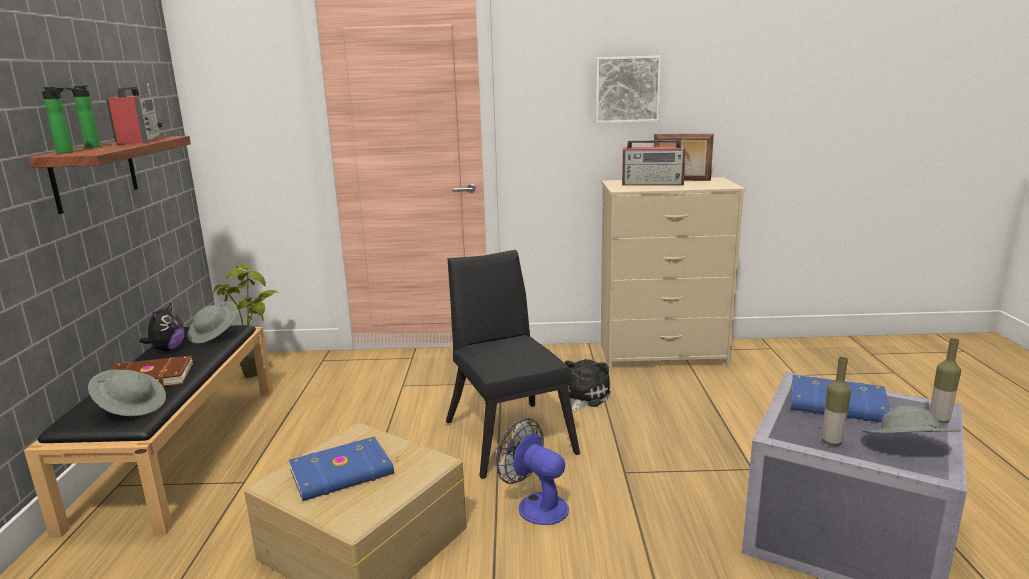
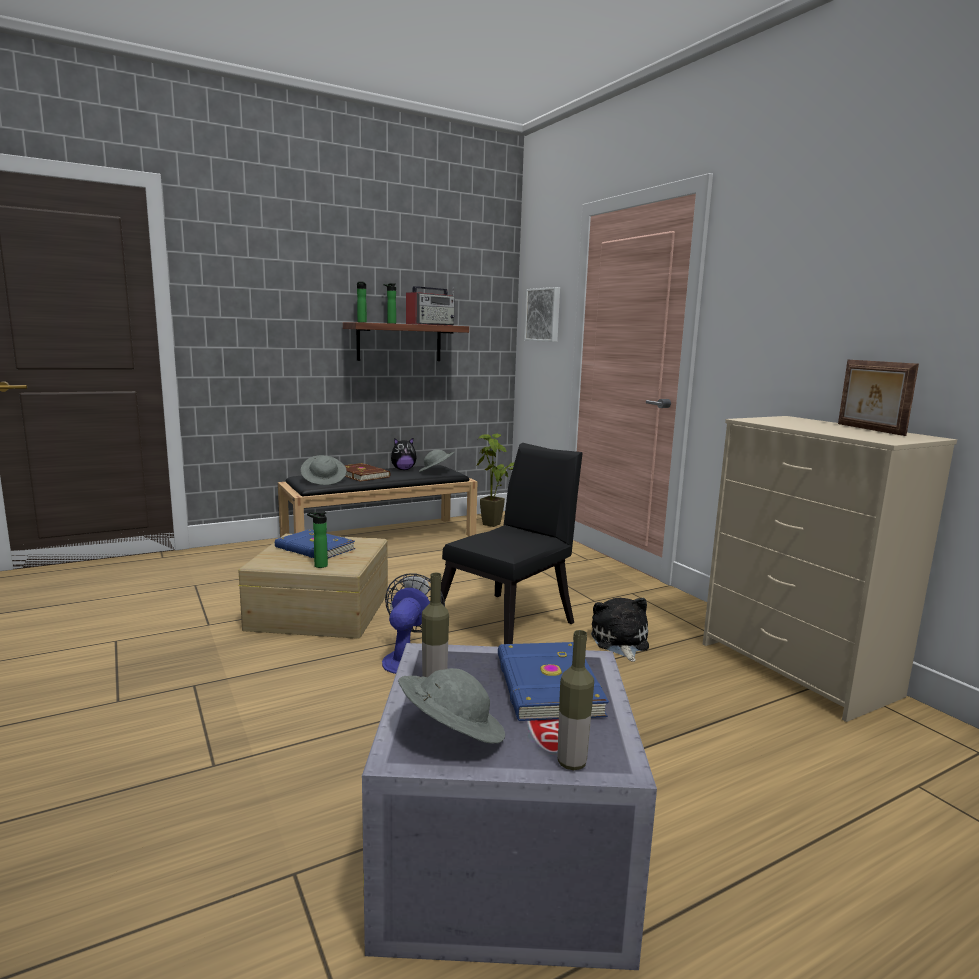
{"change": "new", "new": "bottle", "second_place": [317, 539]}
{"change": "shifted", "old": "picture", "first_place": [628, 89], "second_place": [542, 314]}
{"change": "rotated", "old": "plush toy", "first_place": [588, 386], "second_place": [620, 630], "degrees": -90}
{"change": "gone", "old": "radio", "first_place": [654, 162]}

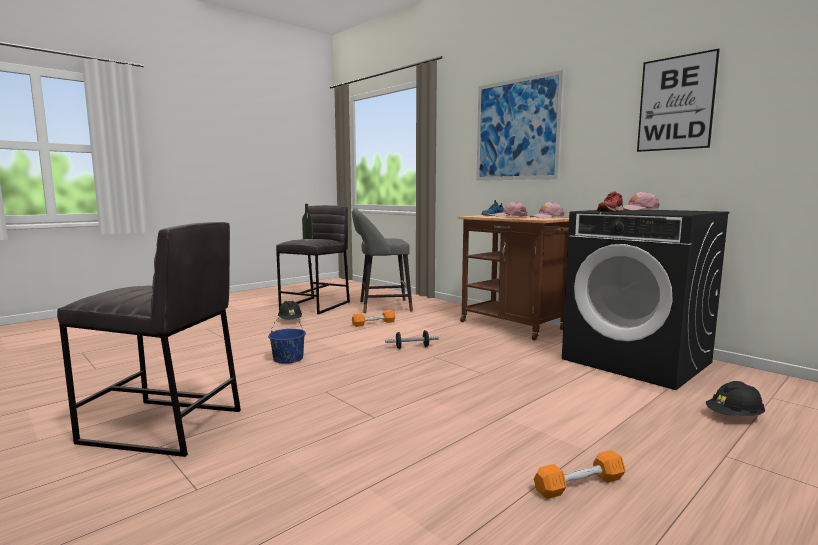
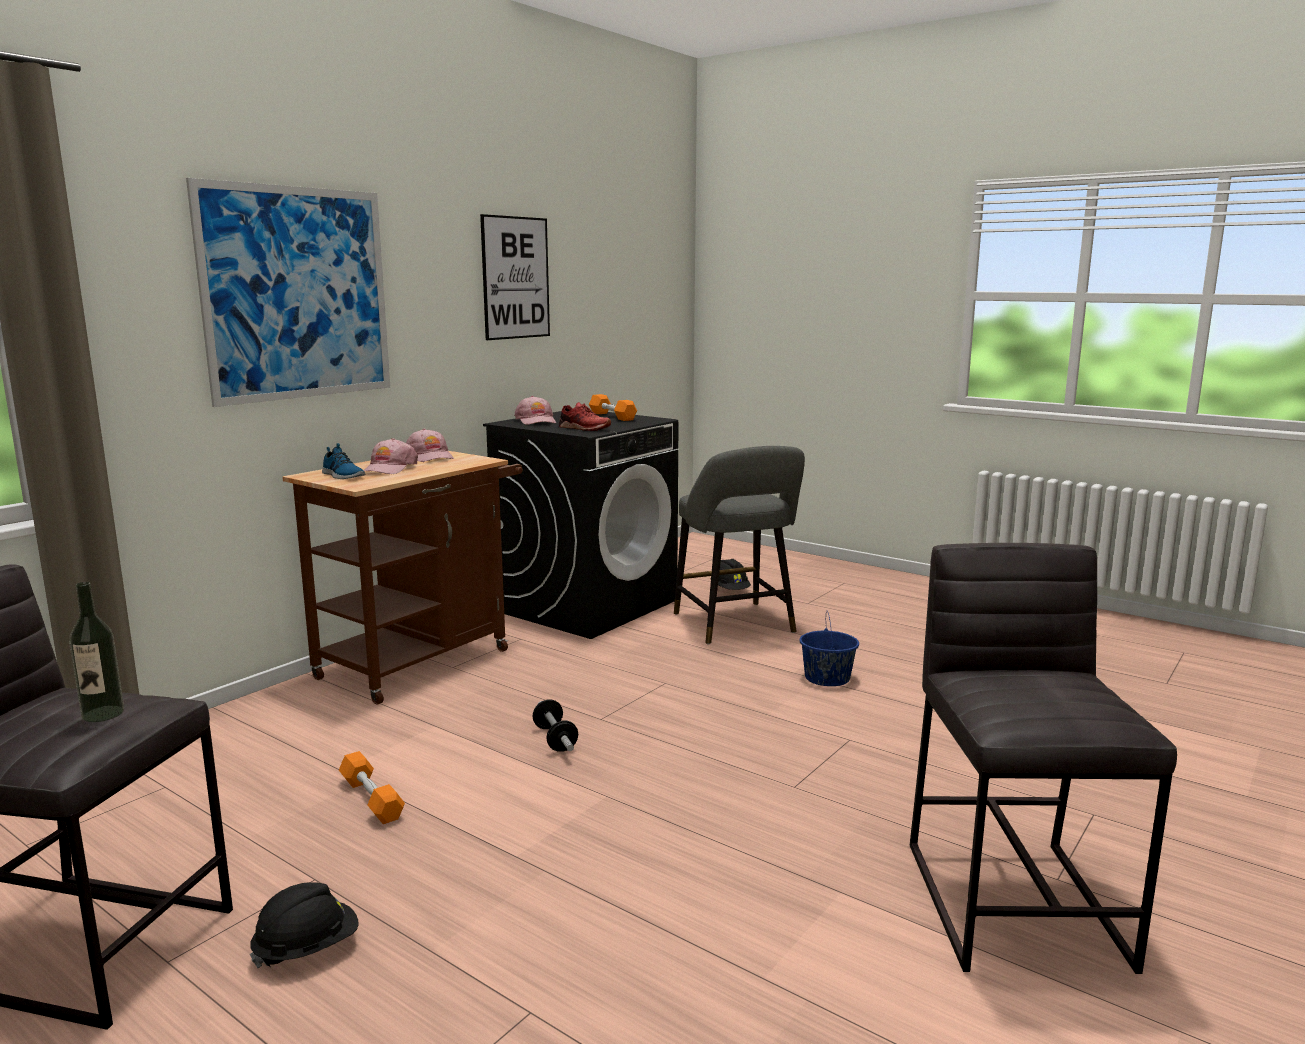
{"change": "shifted", "old": "orange dumbbell", "first_place": [580, 474], "second_place": [613, 407]}
{"change": "shifted", "old": "grey stool", "first_place": [382, 261], "second_place": [739, 545]}
{"change": "shifted", "old": "blue bucket", "first_place": [287, 339], "second_place": [829, 648]}

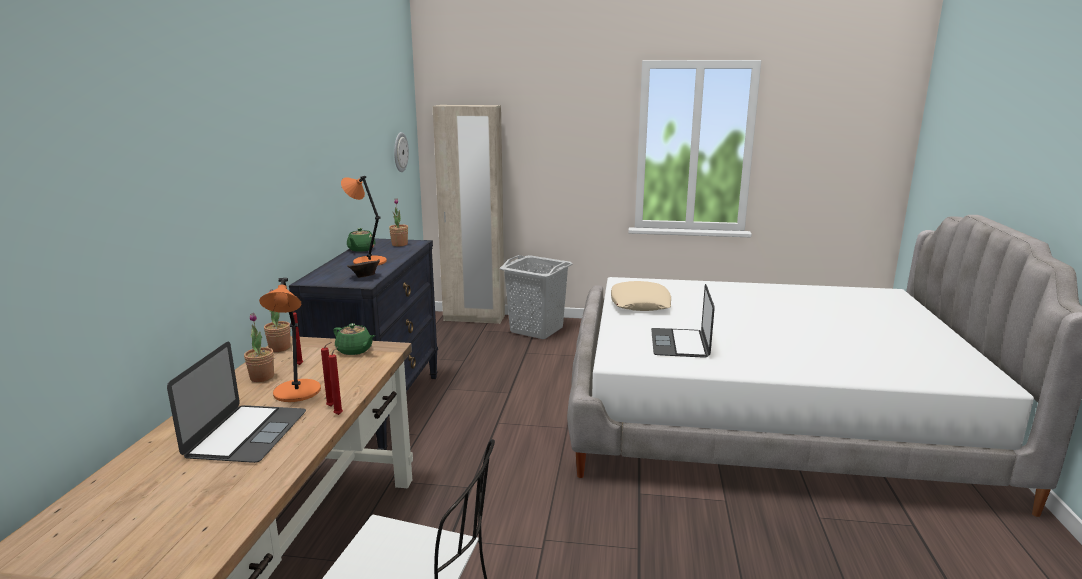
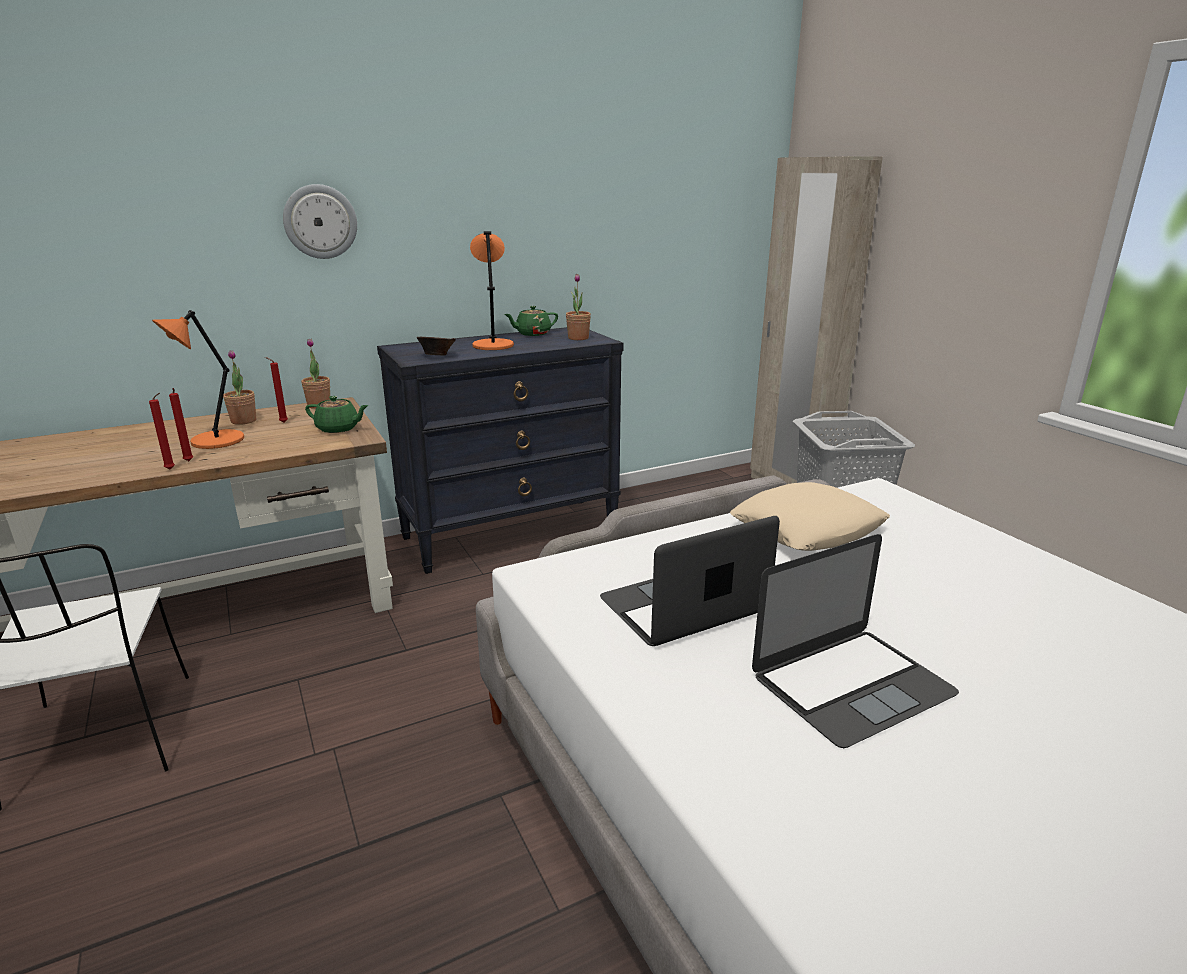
{"change": "shifted", "old": "wall clock", "first_place": [401, 152], "second_place": [320, 221]}
{"change": "rotated", "old": "green teapot", "first_place": [354, 339], "second_place": [336, 414], "degrees": -75}
{"change": "shifted", "old": "laptop", "first_place": [236, 402], "second_place": [855, 641]}

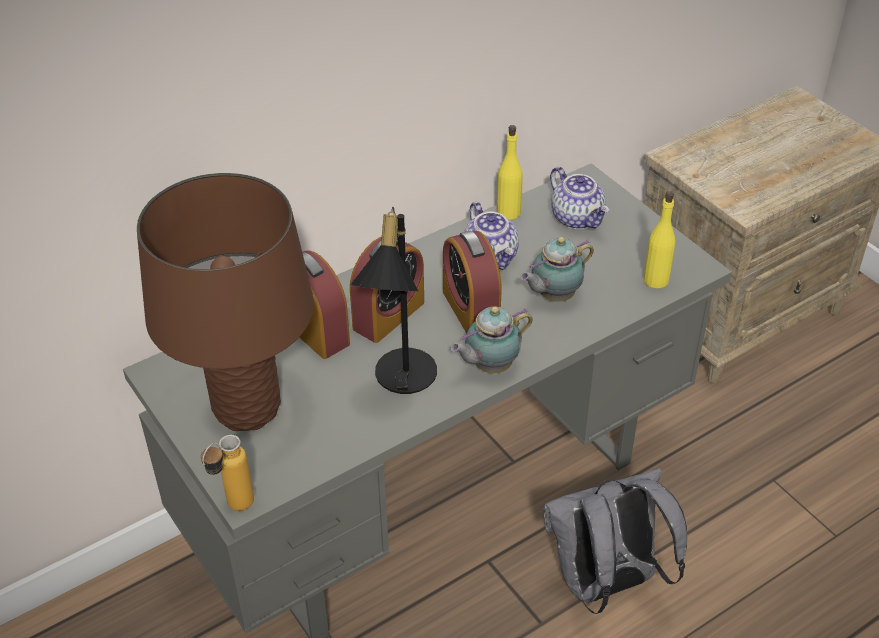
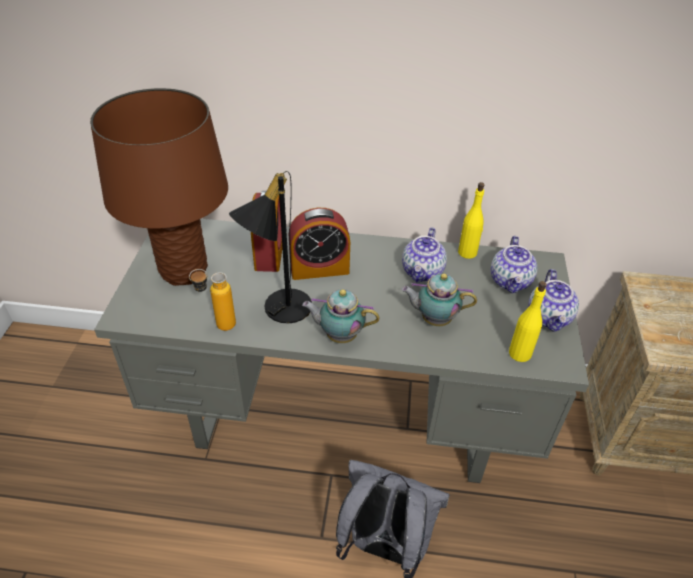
{"change": "shifted", "old": "bottle", "first_place": [227, 473], "second_place": [212, 300]}
{"change": "new", "new": "teapot", "second_place": [553, 300]}
{"change": "gone", "old": "alarm clock", "first_place": [472, 281]}

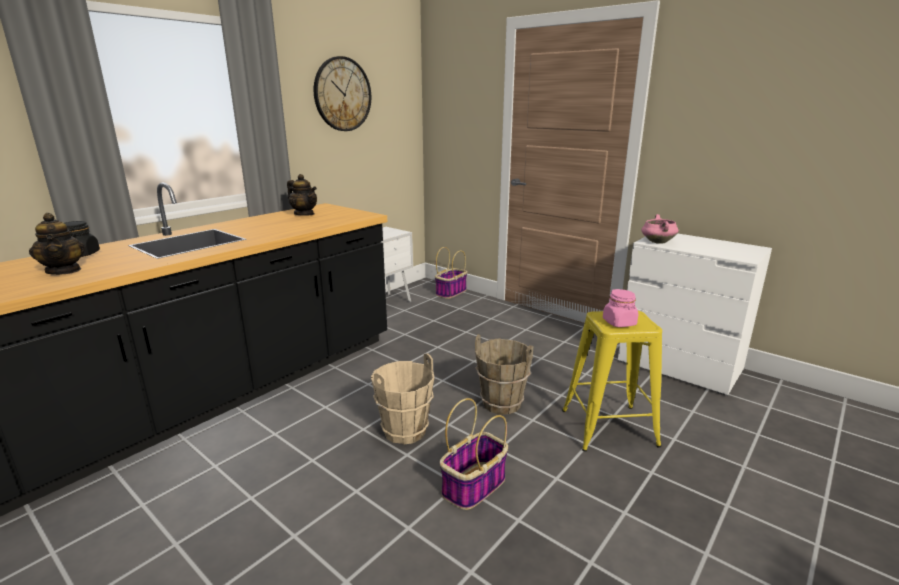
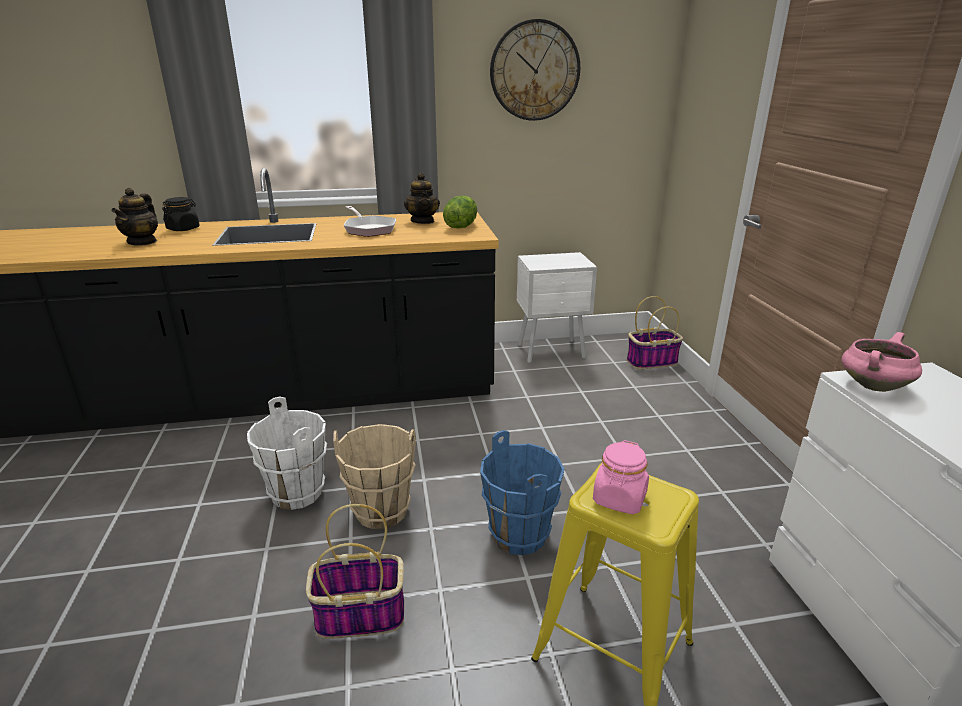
{"change": "new", "new": "white bucket", "second_place": [287, 453]}
{"change": "new", "new": "frying pan", "second_place": [370, 221]}
{"change": "new", "new": "lettuce", "second_place": [460, 212]}
{"change": "repainted", "old": "brown bucket", "new": "blue bucket", "first_place": [504, 374], "second_place": [522, 492]}

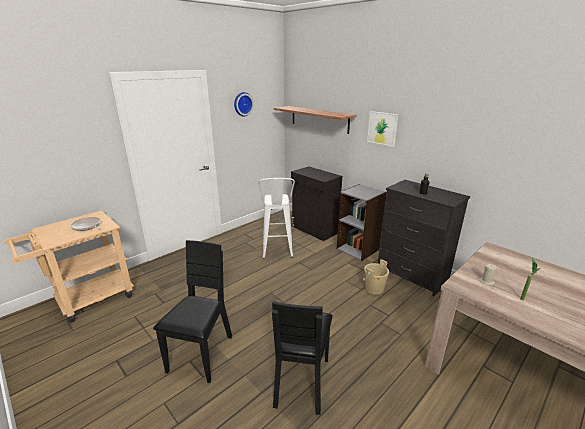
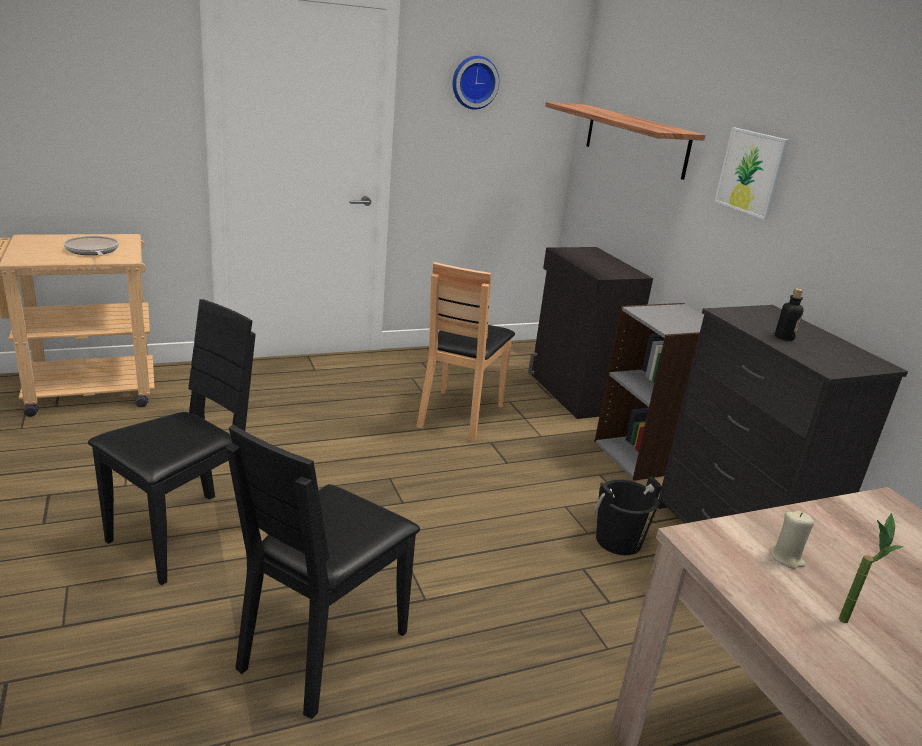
{"change": "swapped", "old": "white stool", "new": "brown chair", "first_place": [276, 218], "second_place": [465, 352]}
{"change": "repainted", "old": "beige bucket", "new": "black bucket", "first_place": [376, 277], "second_place": [628, 515]}

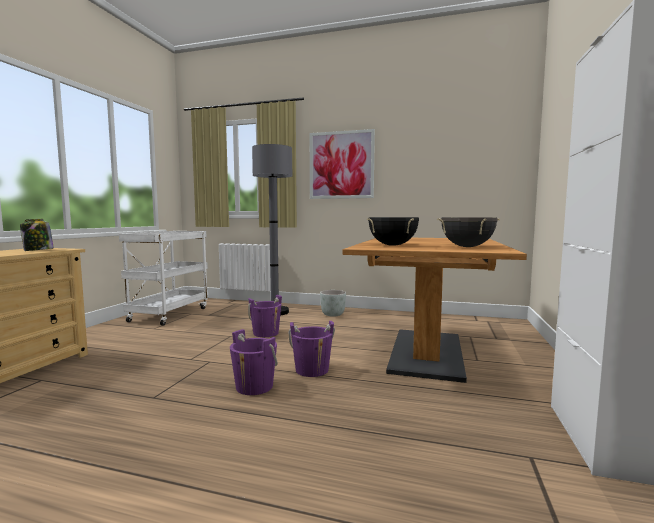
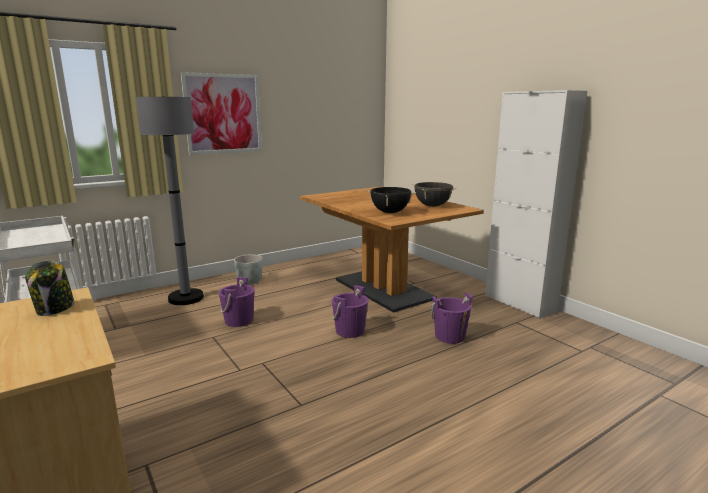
{"change": "shifted", "old": "purple bucket", "first_place": [254, 362], "second_place": [452, 318]}

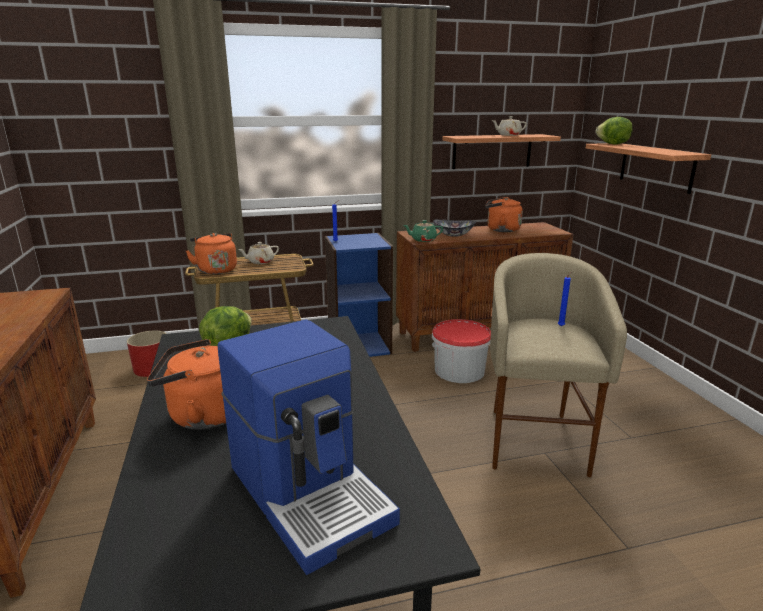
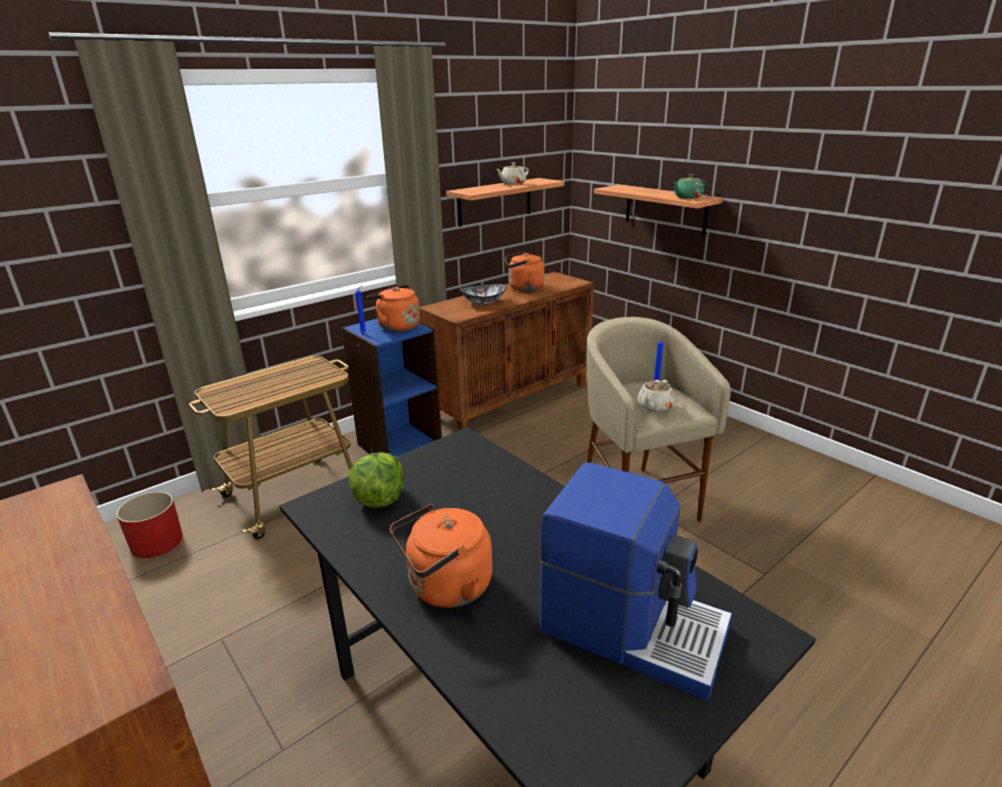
{"change": "shifted", "old": "orange kettle", "first_place": [211, 253], "second_place": [393, 308]}
{"change": "shifted", "old": "beige teapot", "first_place": [258, 253], "second_place": [656, 396]}
{"change": "shifted", "old": "green teapot", "first_place": [423, 231], "second_place": [689, 186]}
{"change": "gone", "old": "bucket", "first_place": [461, 351]}
{"change": "gone", "old": "lettuce", "first_place": [614, 131]}

